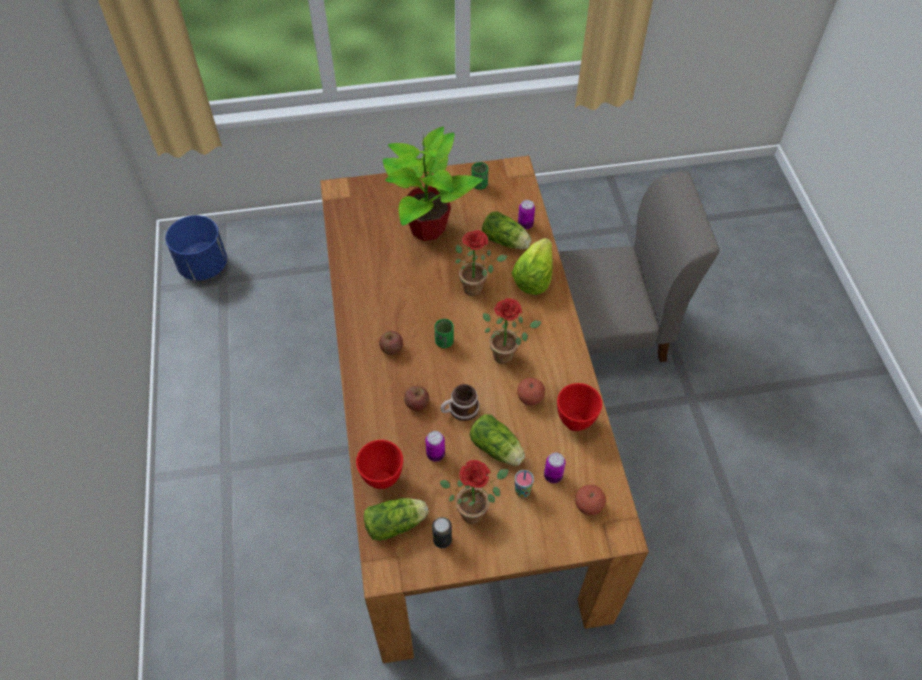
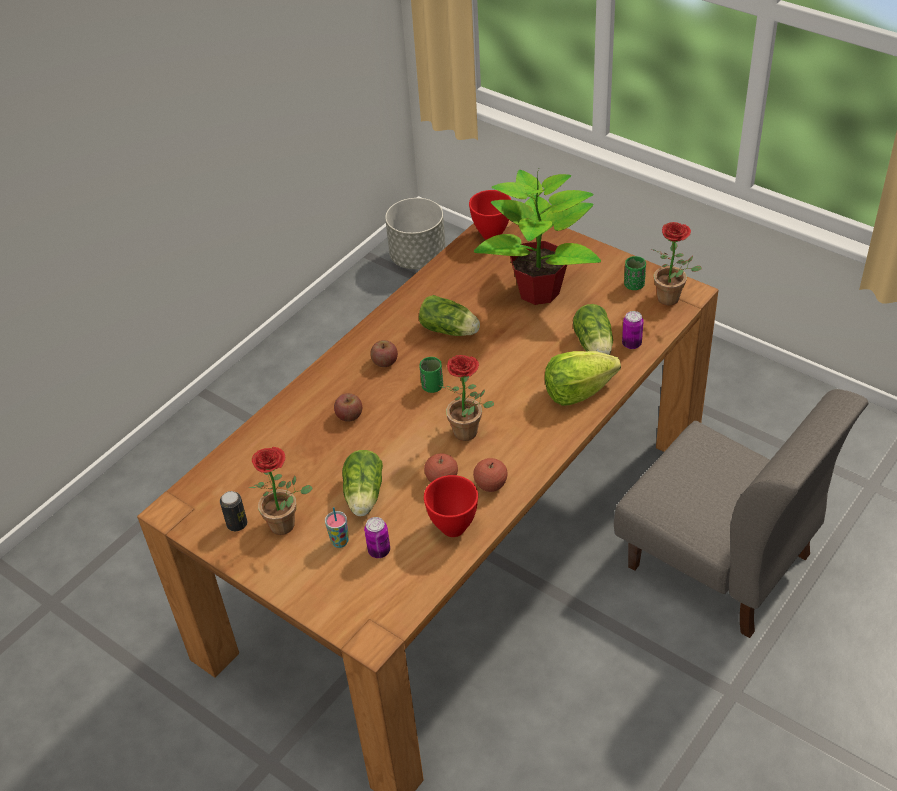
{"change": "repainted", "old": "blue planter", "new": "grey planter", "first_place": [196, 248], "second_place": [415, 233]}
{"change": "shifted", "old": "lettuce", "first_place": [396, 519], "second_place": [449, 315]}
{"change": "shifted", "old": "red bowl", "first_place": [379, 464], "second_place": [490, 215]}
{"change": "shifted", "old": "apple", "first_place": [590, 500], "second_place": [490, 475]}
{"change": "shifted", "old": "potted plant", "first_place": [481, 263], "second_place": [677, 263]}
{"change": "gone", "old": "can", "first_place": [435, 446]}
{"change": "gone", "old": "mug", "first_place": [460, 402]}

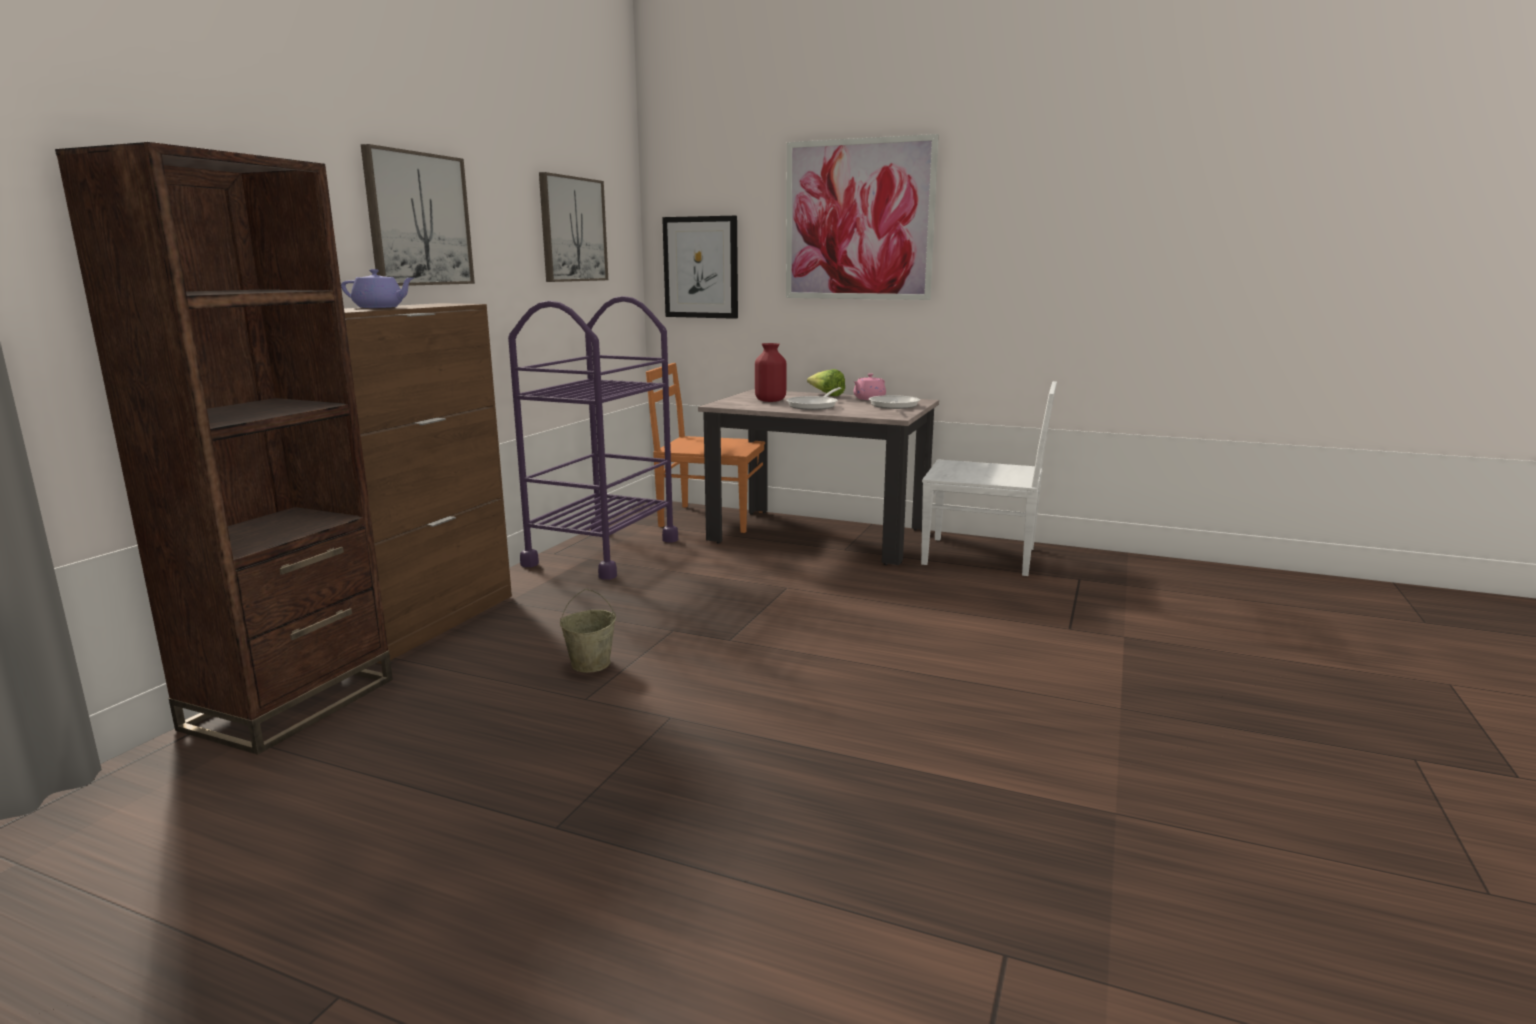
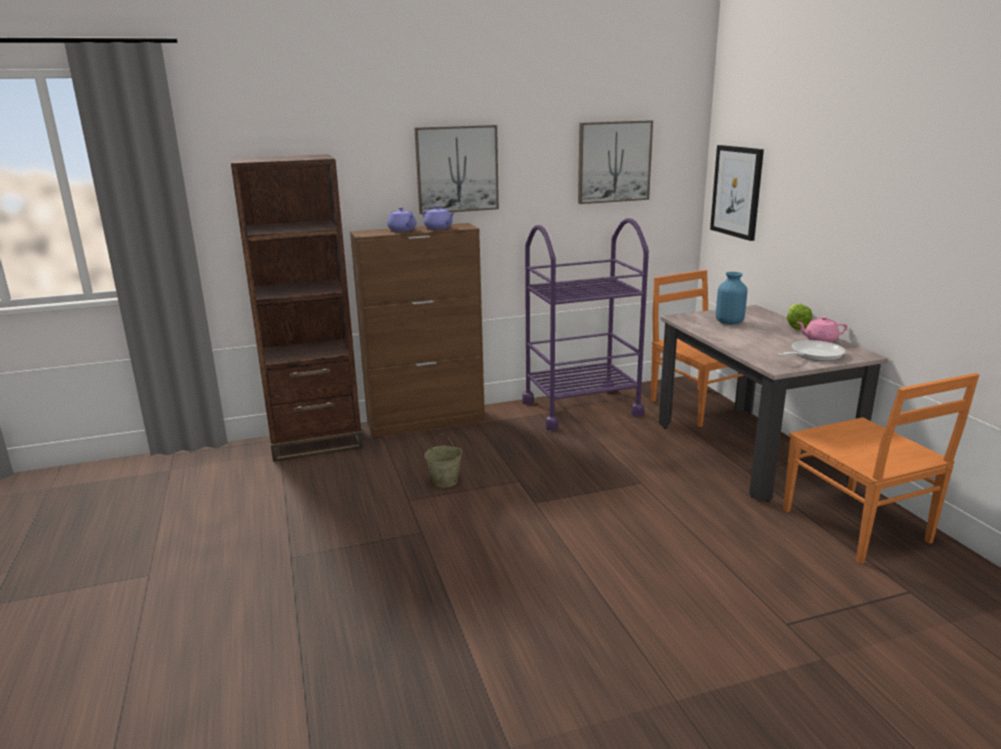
{"change": "new", "new": "purple teapot", "second_place": [439, 217]}
{"change": "repainted", "old": "red vase", "new": "blue vase", "first_place": [771, 372], "second_place": [731, 298]}
{"change": "repainted", "old": "white chair", "new": "orange chair", "first_place": [989, 478], "second_place": [881, 468]}
{"change": "gone", "old": "picture", "first_place": [862, 217]}
{"change": "gone", "old": "frying pan", "first_place": [813, 398]}

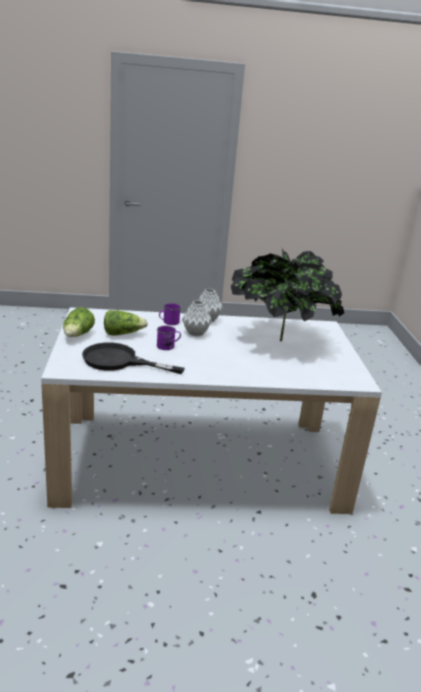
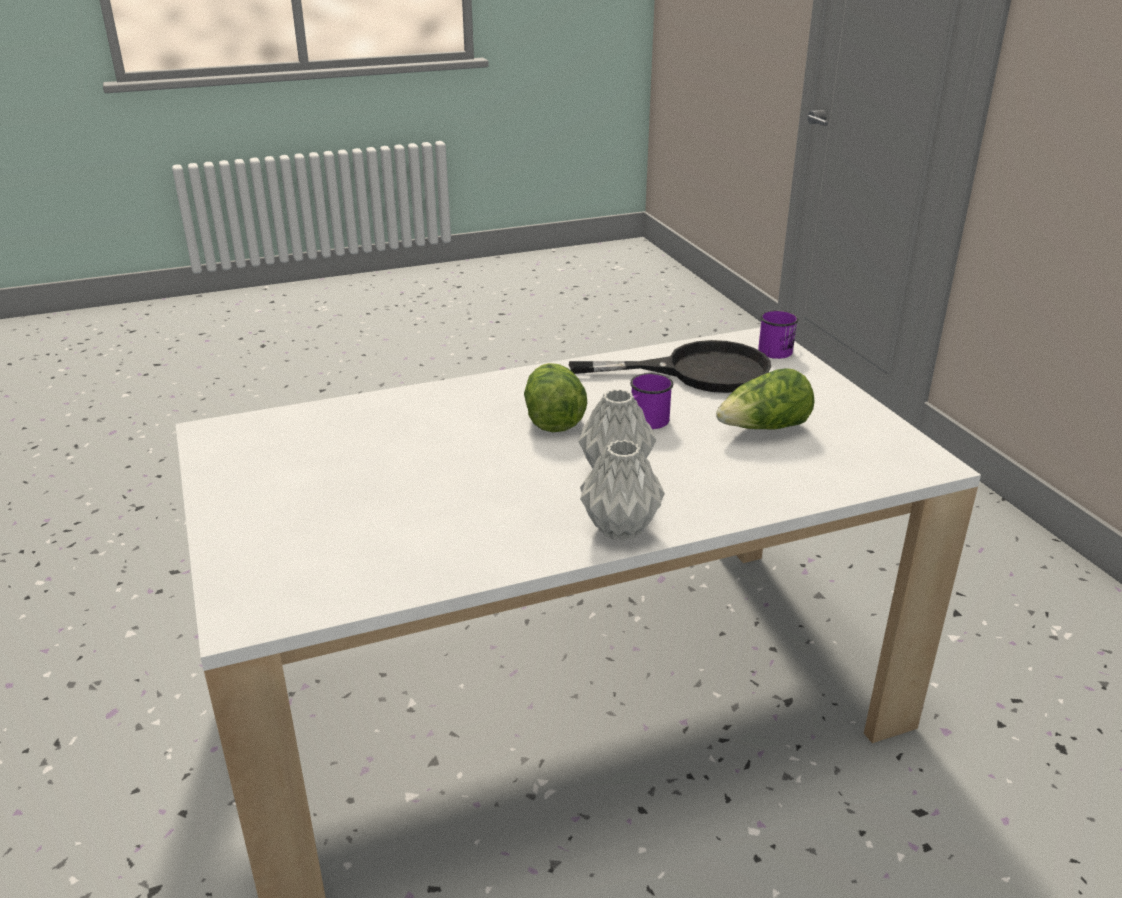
{"change": "shifted", "old": "lettuce", "first_place": [79, 322], "second_place": [555, 397]}
{"change": "shifted", "old": "purple mug", "first_place": [170, 314], "second_place": [778, 334]}
{"change": "gone", "old": "potted plant", "first_place": [287, 295]}

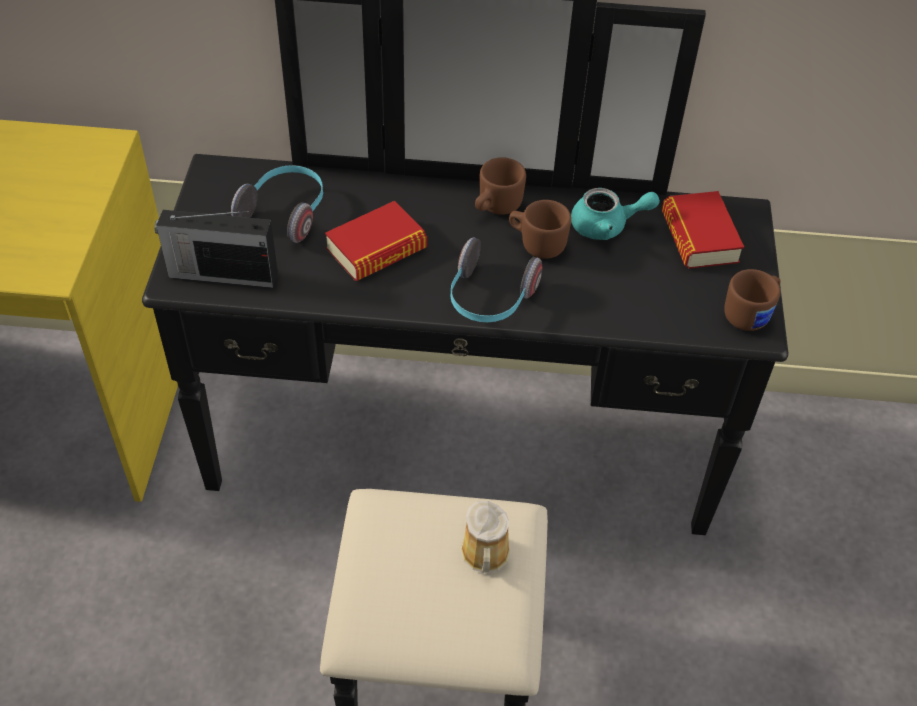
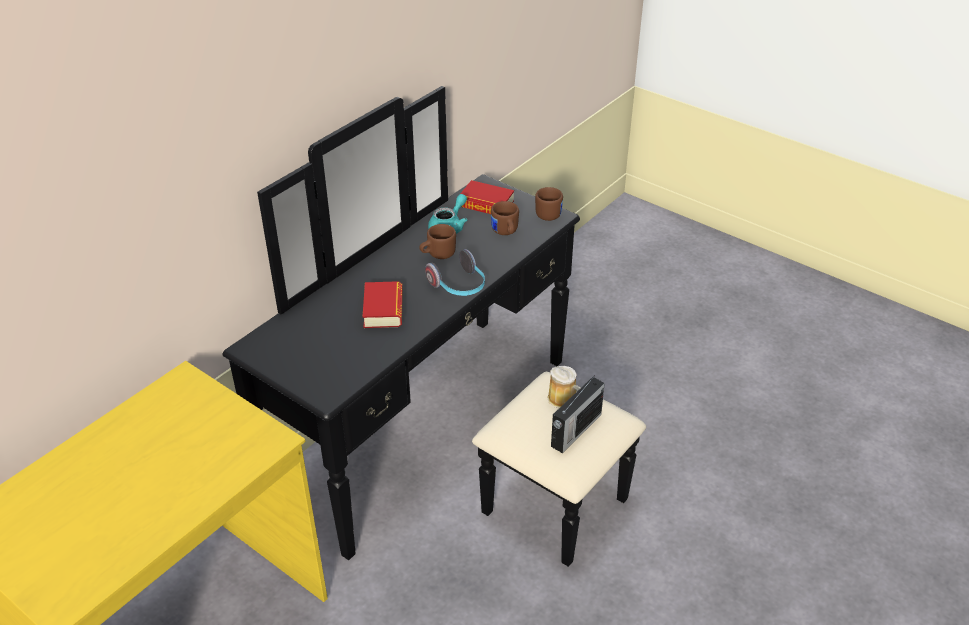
{"change": "shifted", "old": "brown mug", "first_place": [500, 186], "second_place": [505, 218]}
{"change": "shifted", "old": "radio", "first_place": [216, 249], "second_place": [578, 414]}
{"change": "gone", "old": "headphones", "first_place": [277, 204]}

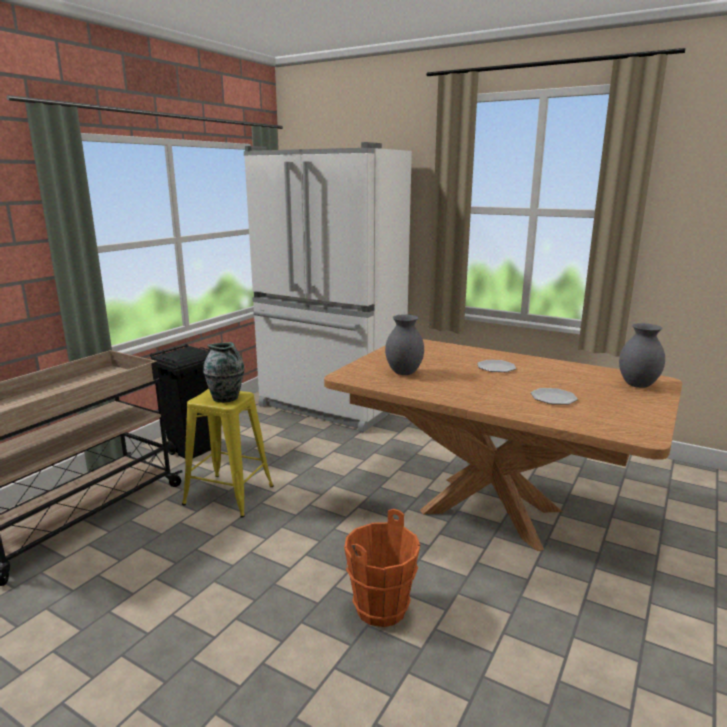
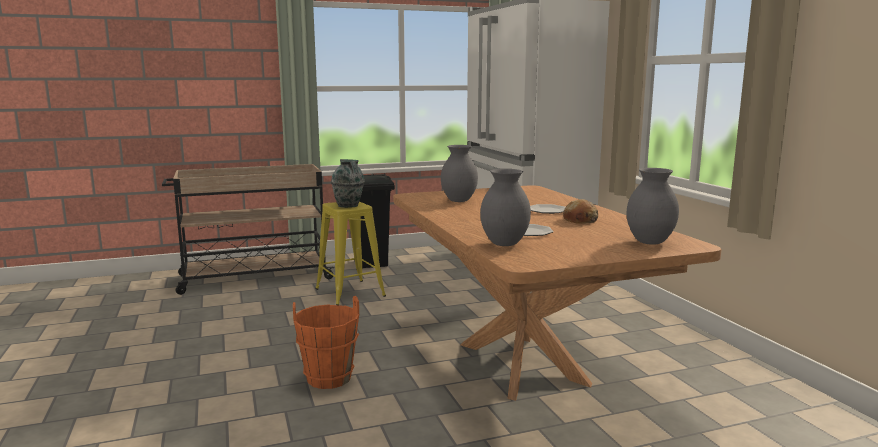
{"change": "new", "new": "grey vase", "second_place": [505, 207]}
{"change": "new", "new": "bread", "second_place": [580, 211]}

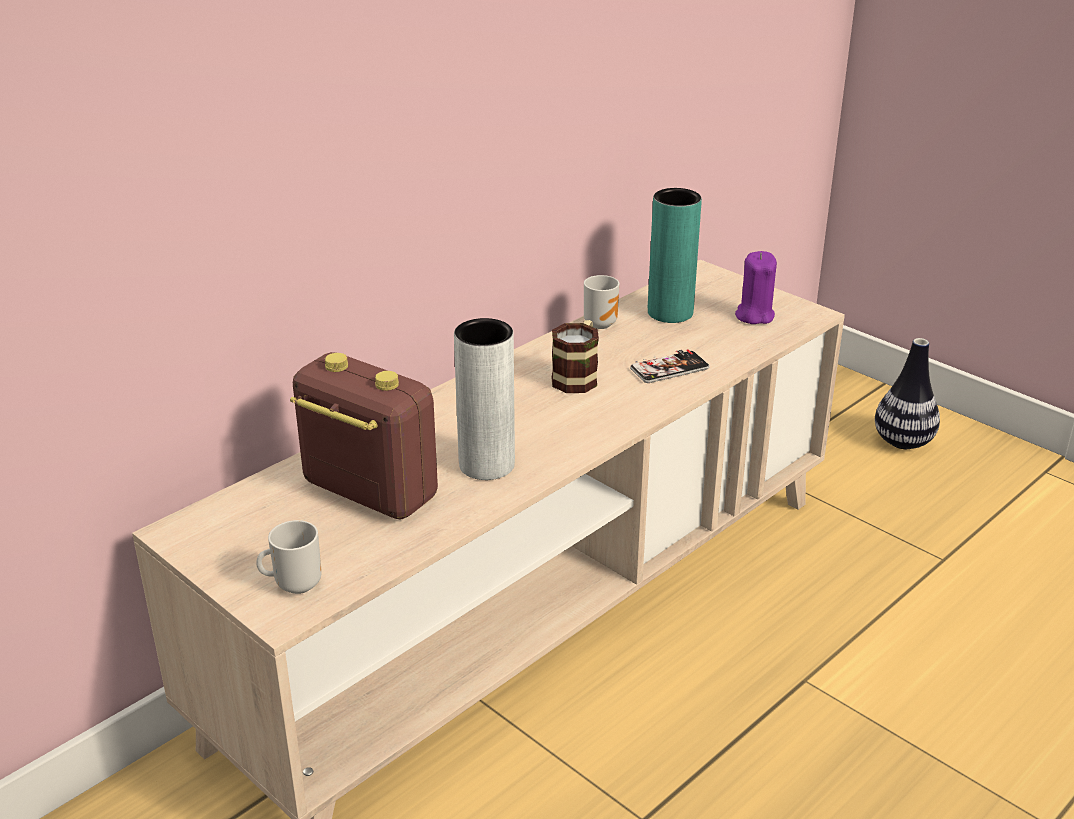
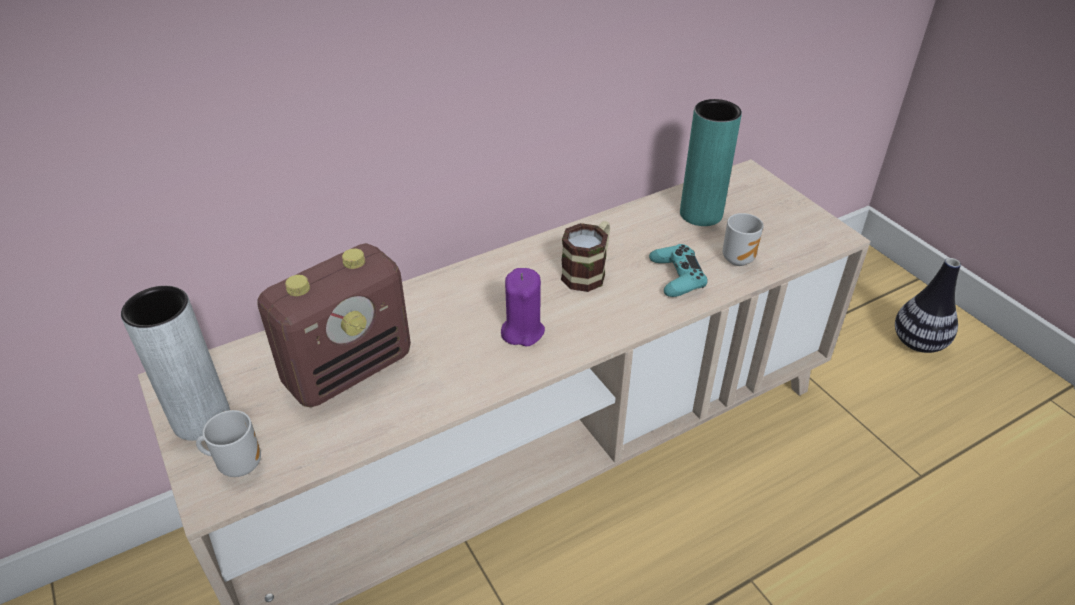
{"change": "shifted", "old": "grey vase", "first_place": [484, 399], "second_place": [175, 363]}
{"change": "rotated", "old": "radio", "first_place": [364, 436], "second_place": [334, 325], "degrees": 90}
{"change": "shifted", "old": "purple candle", "first_place": [756, 287], "second_place": [523, 307]}
{"change": "swapped", "old": "phone", "new": "turquoise game controller", "first_place": [670, 366], "second_place": [678, 270]}
{"change": "shifted", "old": "mug", "first_place": [601, 302], "second_place": [743, 239]}

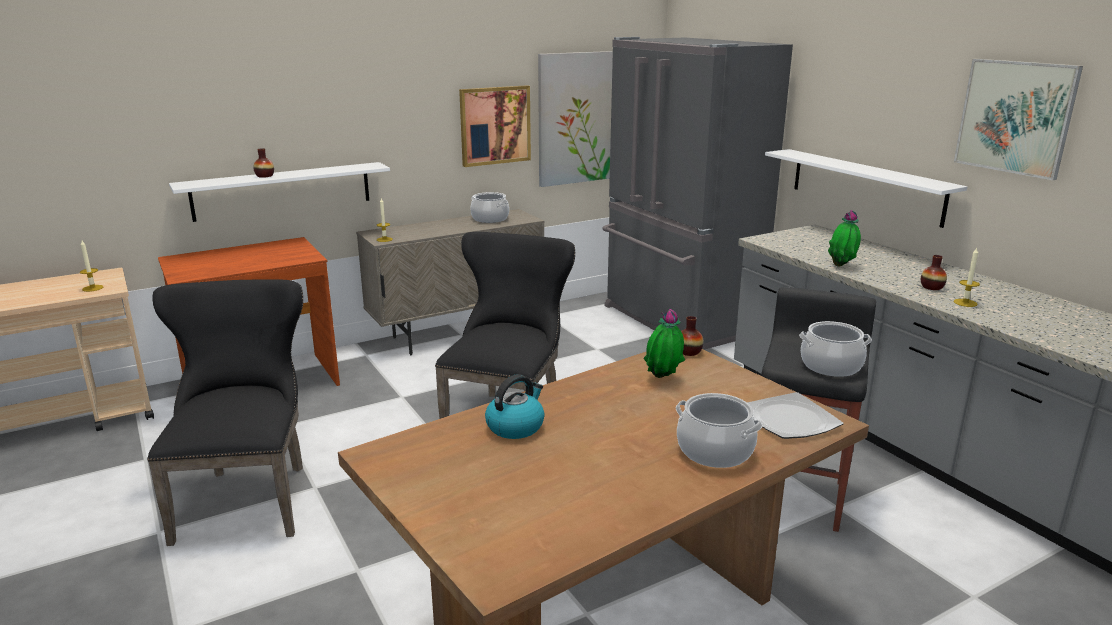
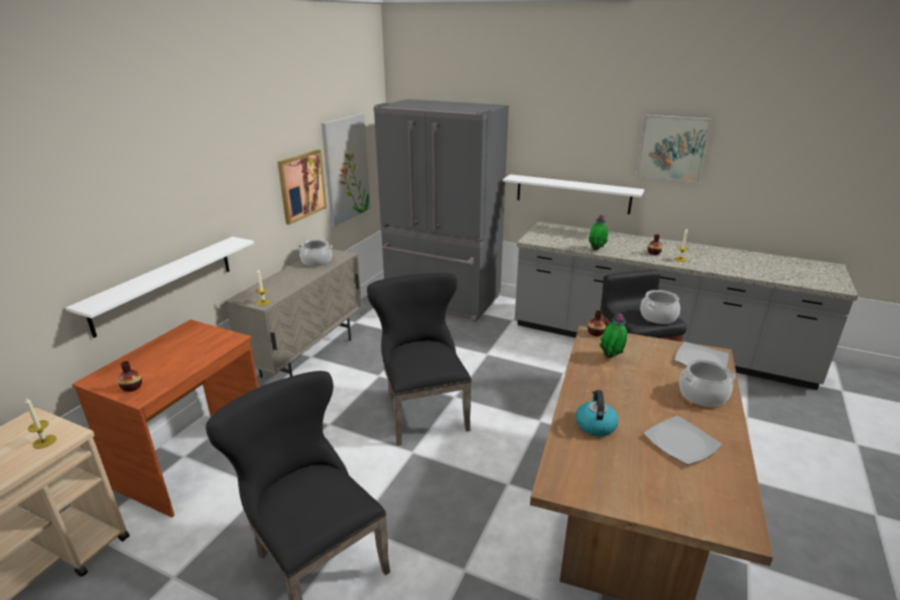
{"change": "shifted", "old": "vase", "first_place": [263, 163], "second_place": [130, 376]}
{"change": "new", "new": "plate", "second_place": [683, 440]}

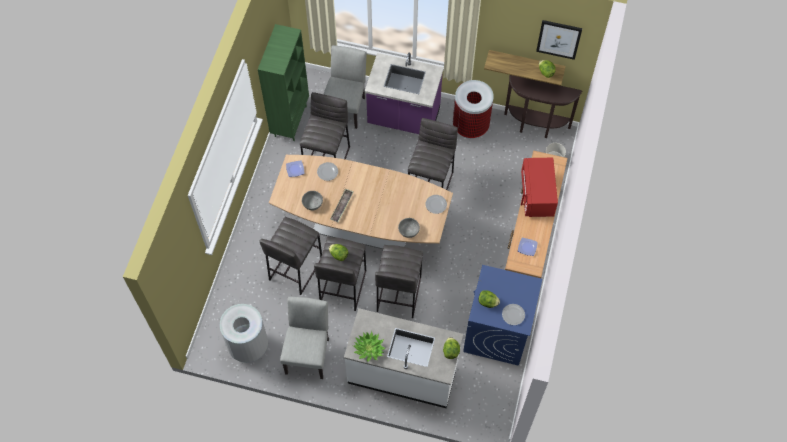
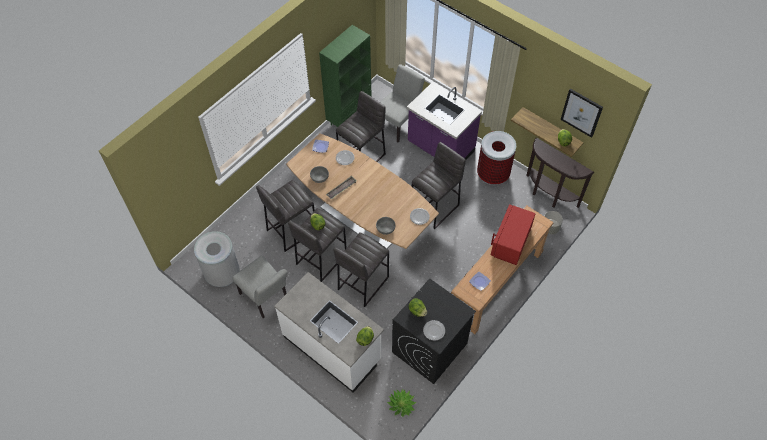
{"change": "rotated", "old": "grey chair", "first_place": [304, 338], "second_place": [260, 286], "degrees": 105}
{"change": "shifted", "old": "potted plant", "first_place": [369, 346], "second_place": [401, 403]}
{"change": "repainted", "old": "blue washing machine", "new": "black washing machine", "first_place": [502, 315], "second_place": [434, 331]}

